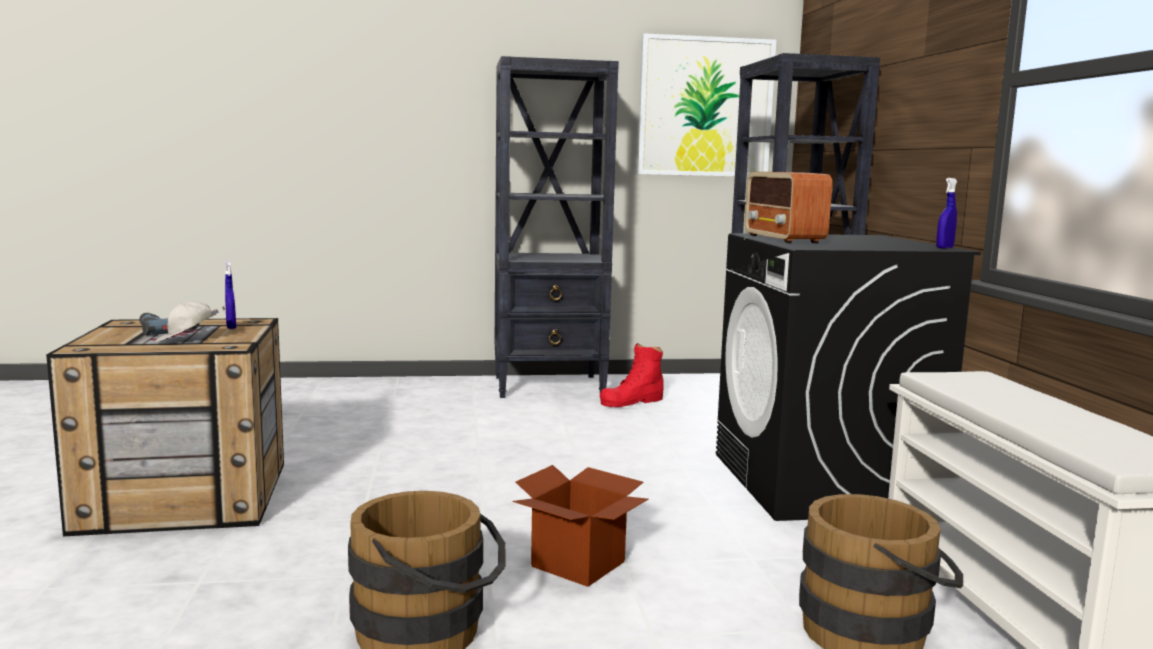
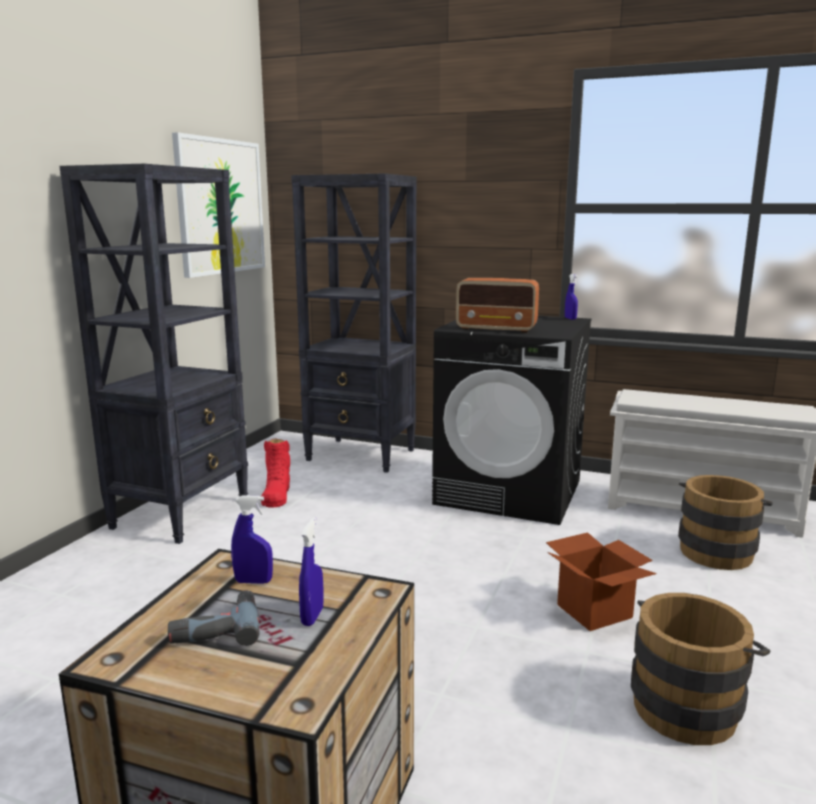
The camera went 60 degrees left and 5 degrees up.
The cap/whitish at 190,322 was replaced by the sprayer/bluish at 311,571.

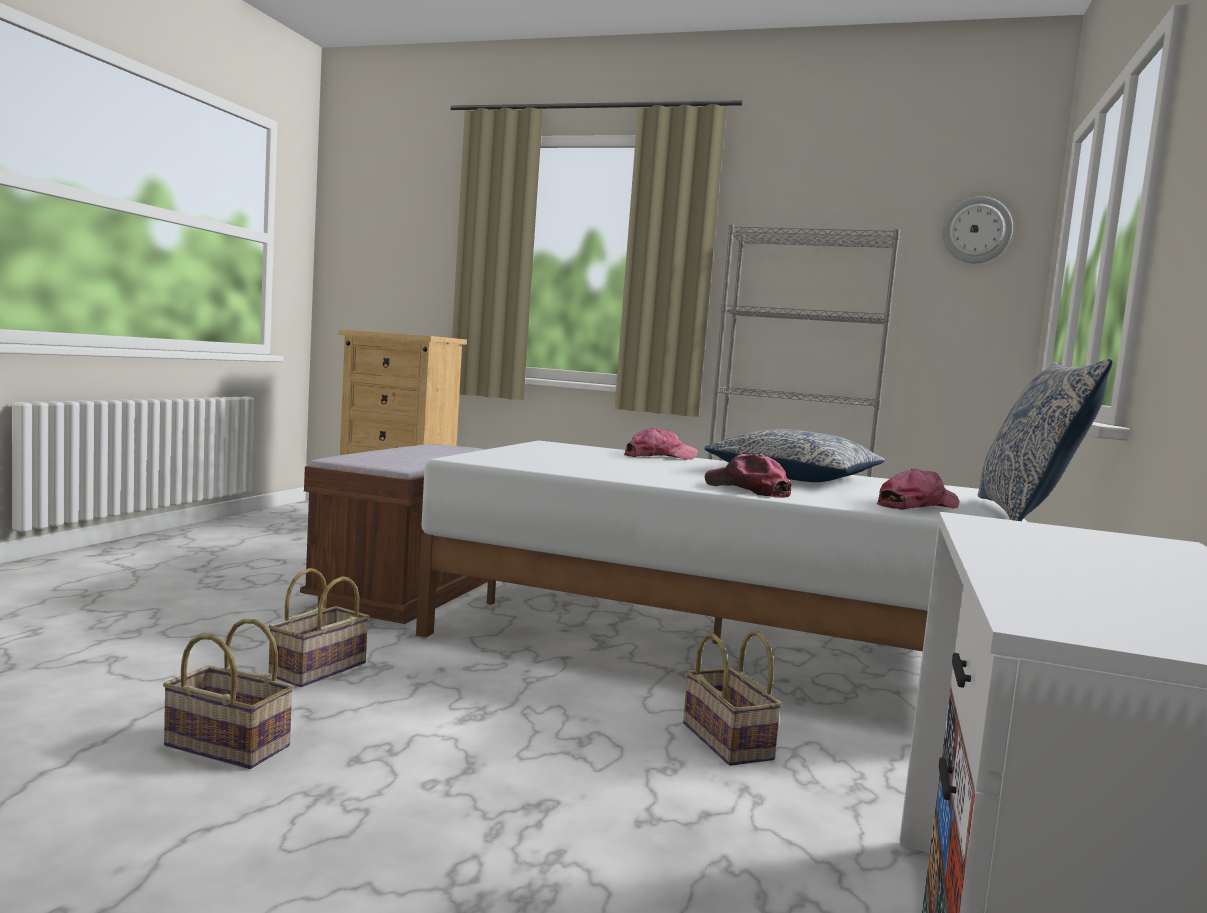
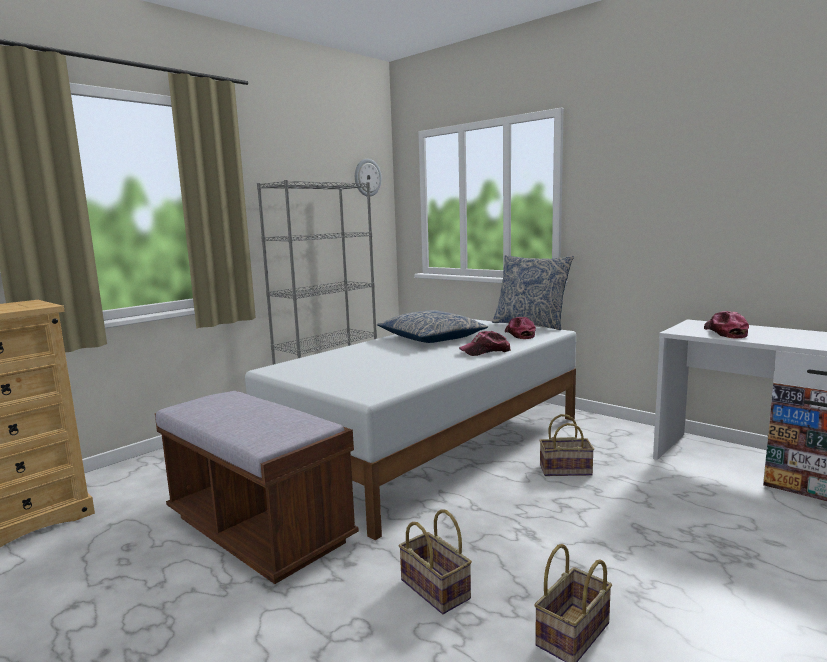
The camera went 65 degrees left and 5 degrees up.
The cap moved from 661,443 to 726,325.

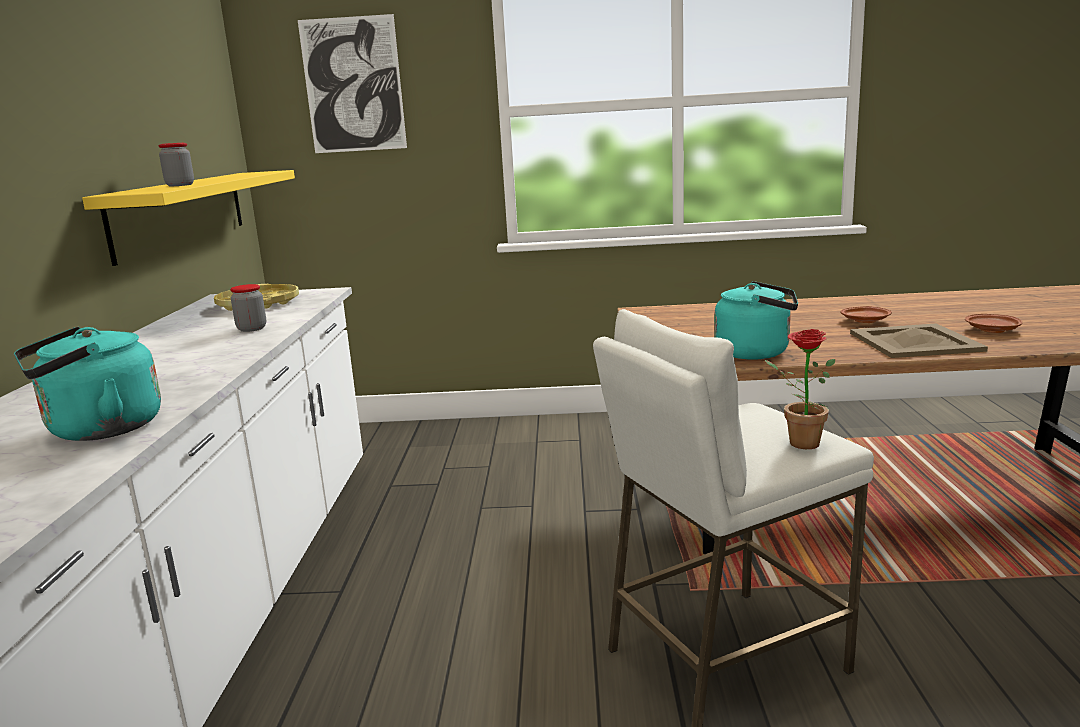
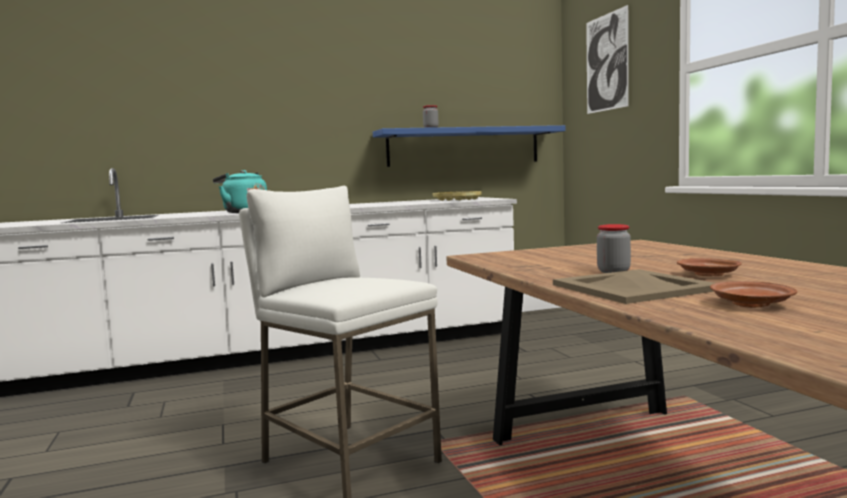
The camera went 70 degrees right and 10 degrees down.
The wall shelf/yellow-coloured at 188,218 became the wall shelf/bluish at 469,146.
The kettle/turquoise-coloured at 756,320 disappeared.
The storage jar moved from 248,308 to 614,248.
The potted plant at 800,389 disappeared.

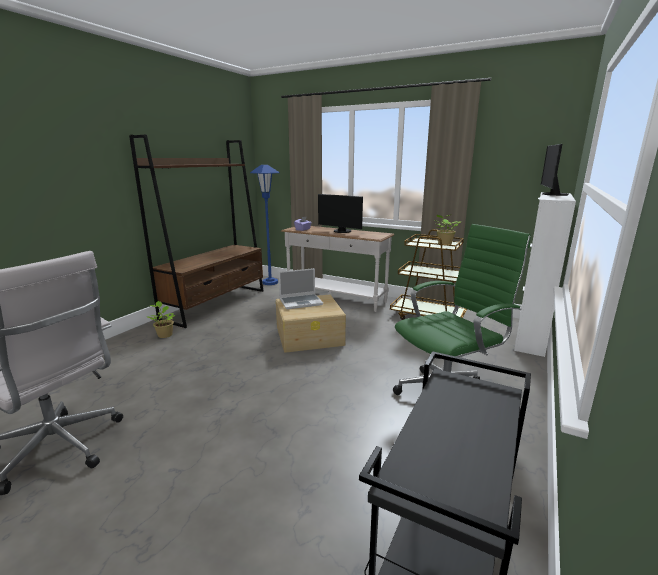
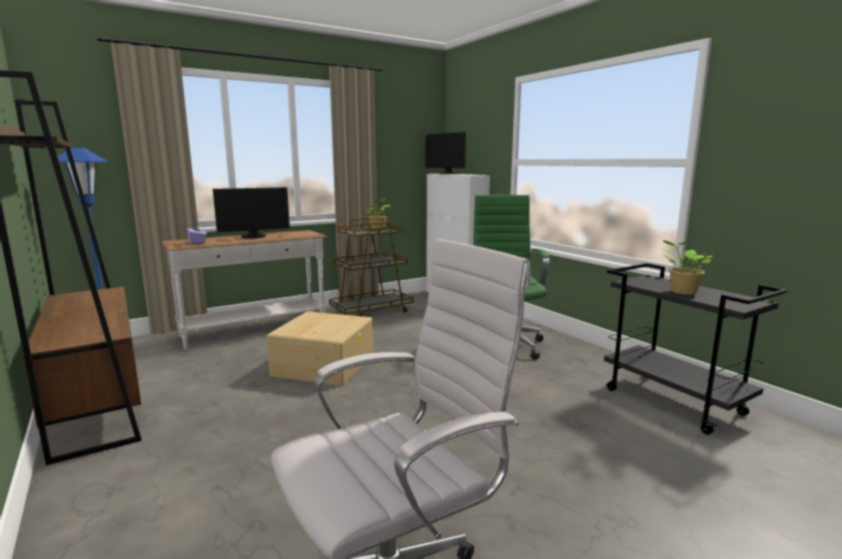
The camera went 60 degrees left and 5 degrees down.
The laptop at 301,288 disappeared.
The potted plant moved from 161,319 to 687,267.

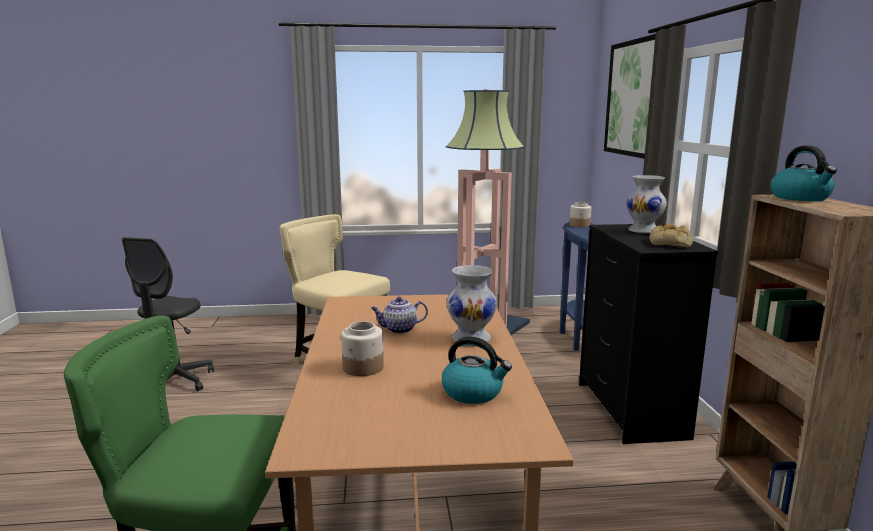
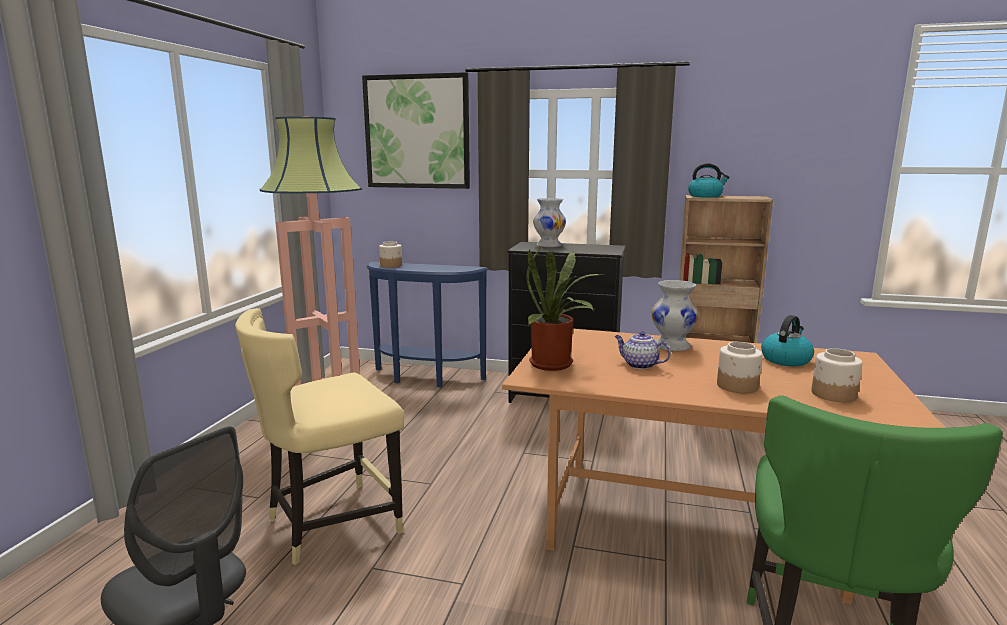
The camera went 70 degrees left and 0 degrees up.
The bread at 671,235 disappeared.
The teapot at 399,315 turned 120 degrees clockwise.
The potted plant at 565,308 appeared.
The storage jar at 837,375 appeared.

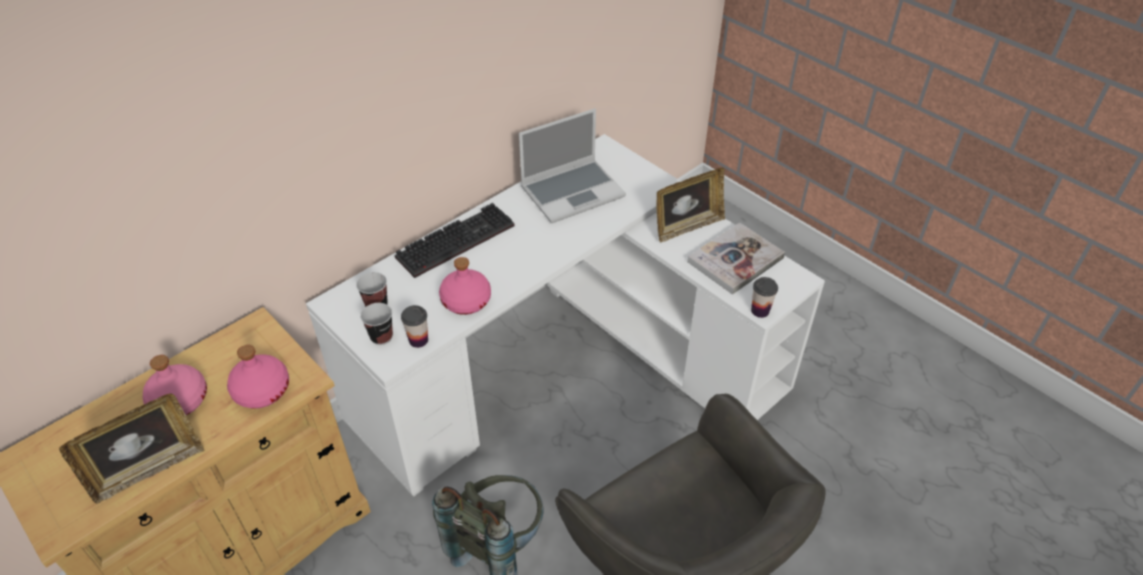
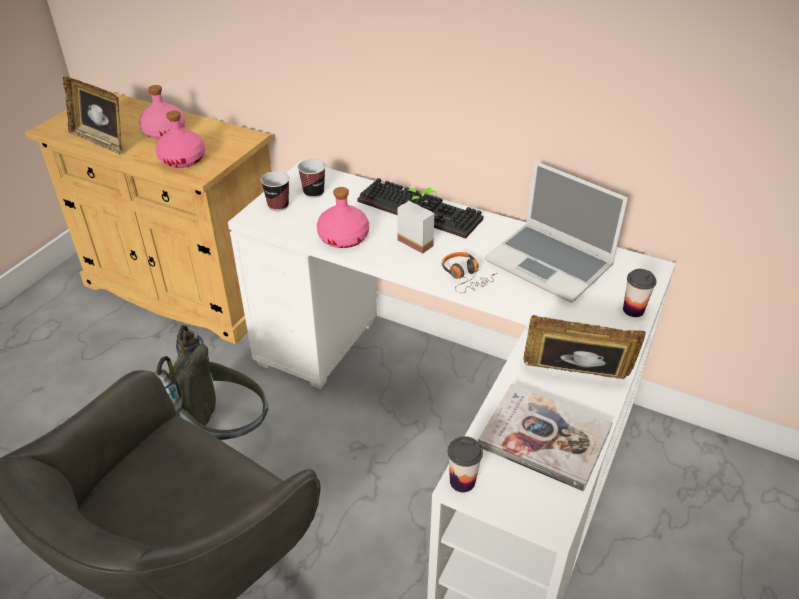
The camera went 70 degrees right and 5 degrees down.
The picture frame at 690,205 turned 150 degrees clockwise.
The cup moved from 414,326 to 640,293.
The potted plant at 416,221 appeared.
The headset at 469,272 appeared.

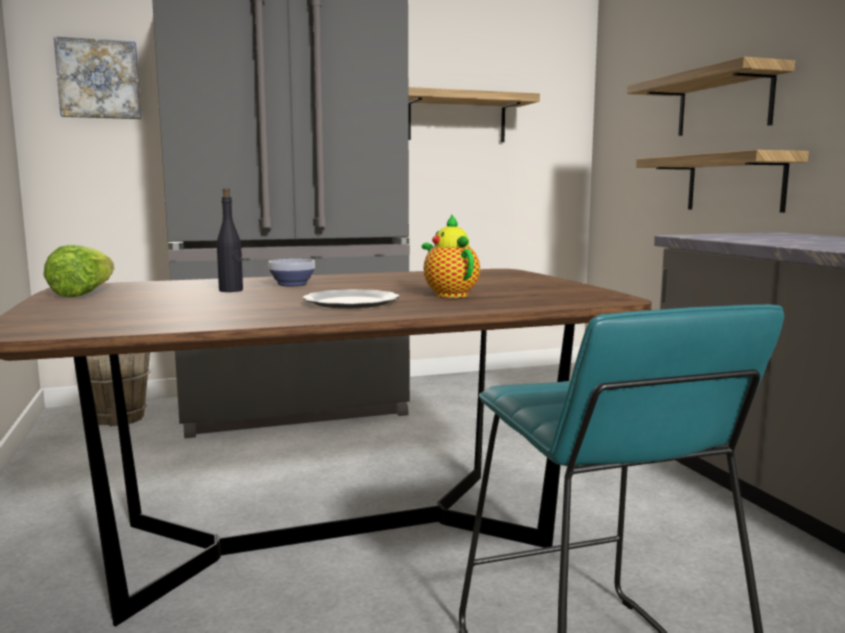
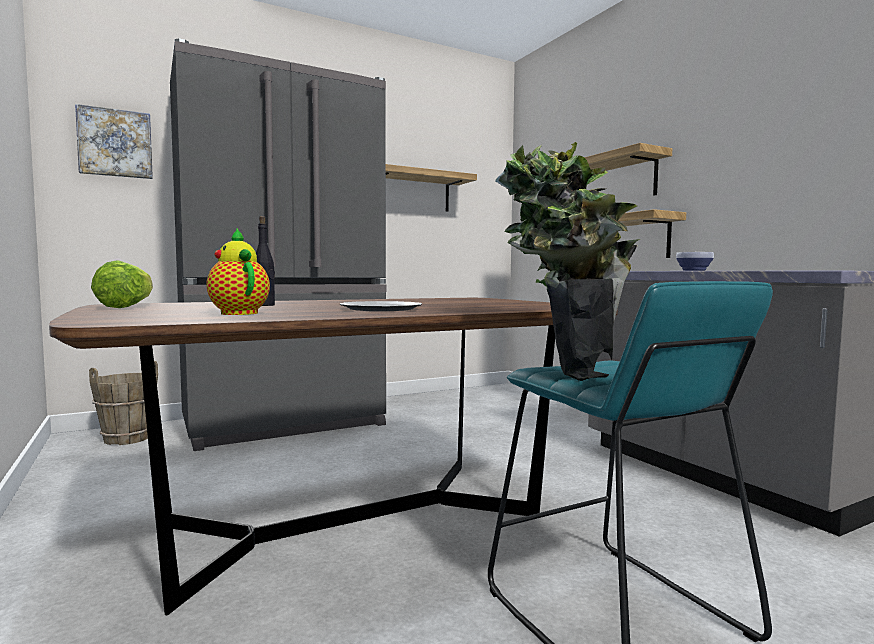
The camera went 10 degrees left and 5 degrees down.
The teapot moved from 451,256 to 238,272.
The bowl moved from 291,272 to 695,261.
The potted plant at 567,261 appeared.

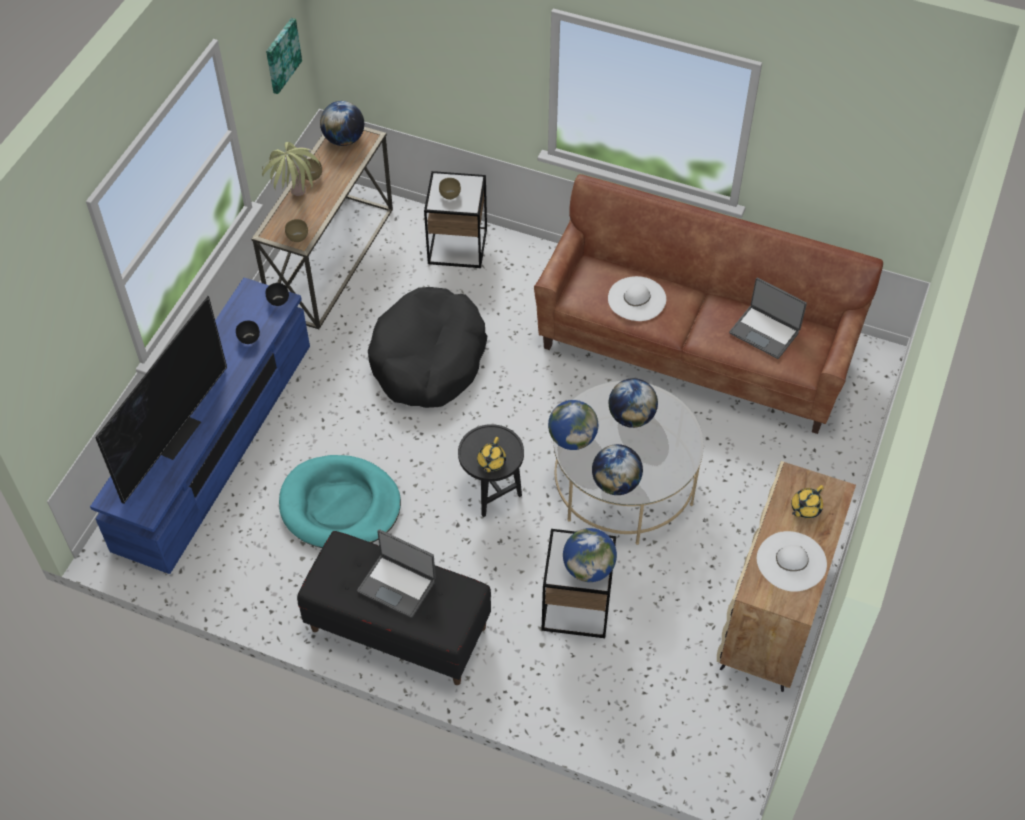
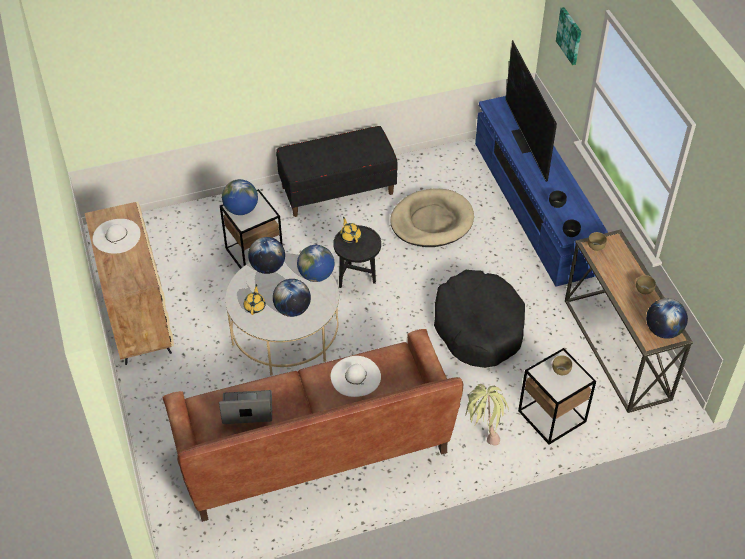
The camera went 140 degrees right and 5 degrees down.
The picture moved from 284,56 to 568,36.
The potted plant moved from 291,169 to 487,414.
The pet bed/turquoise-coloured at 340,501 became the pet bed/beige-coloured at 432,217.
The teapot/yellow-coloured moved from 807,501 to 255,299.
The laptop at 396,573 disappeared.

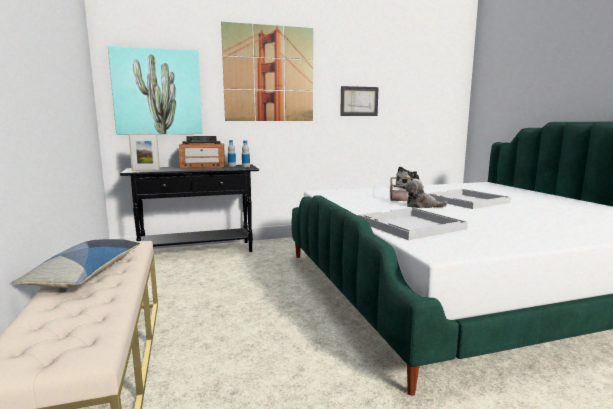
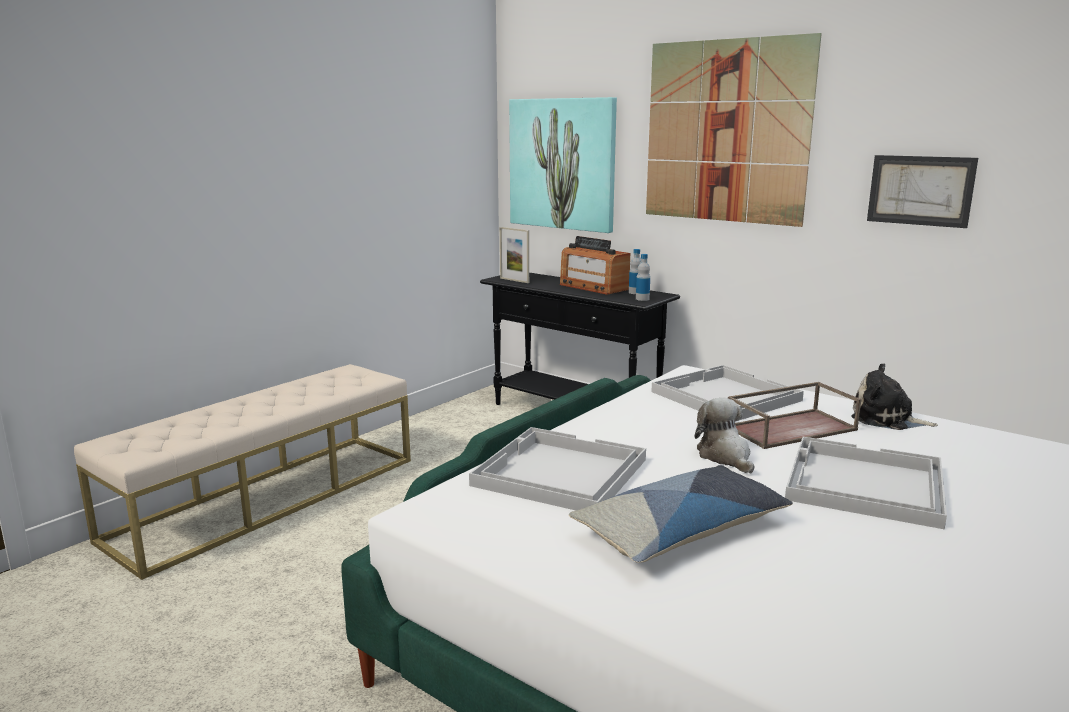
The camera went 55 degrees right and 5 degrees up.
The pillow moved from 76,263 to 681,514.
The carrying tray/whitish at 727,393 appeared.

